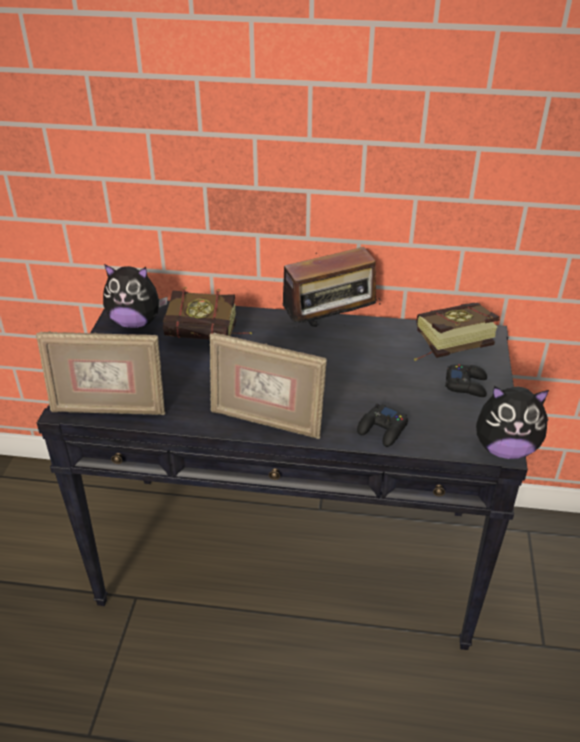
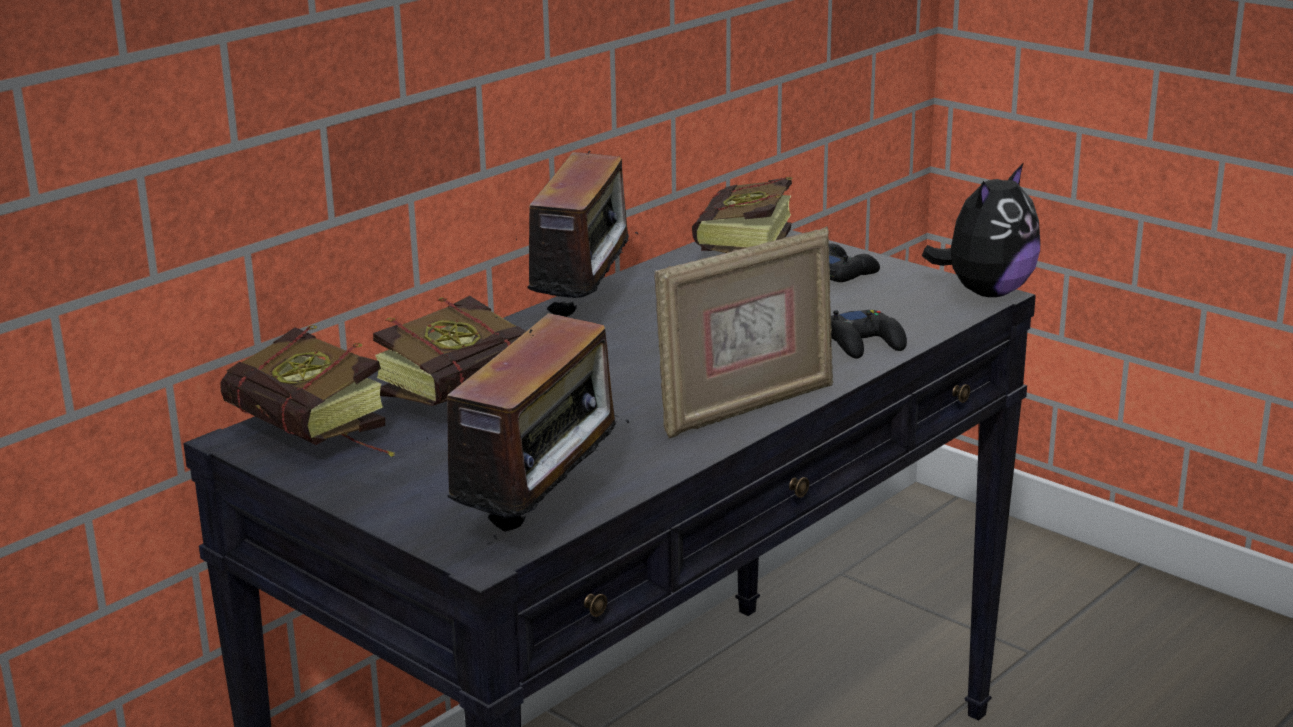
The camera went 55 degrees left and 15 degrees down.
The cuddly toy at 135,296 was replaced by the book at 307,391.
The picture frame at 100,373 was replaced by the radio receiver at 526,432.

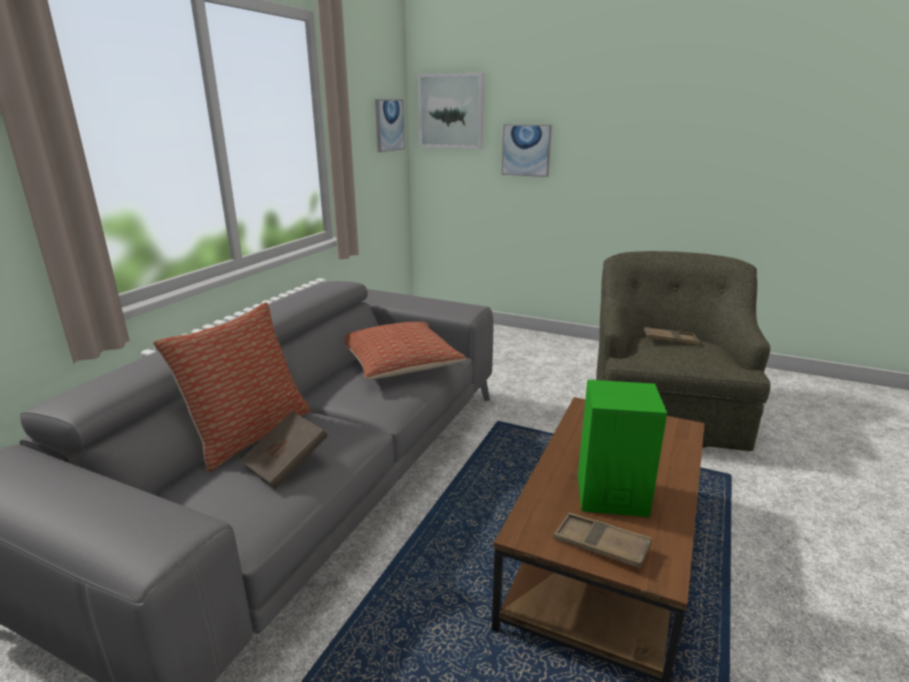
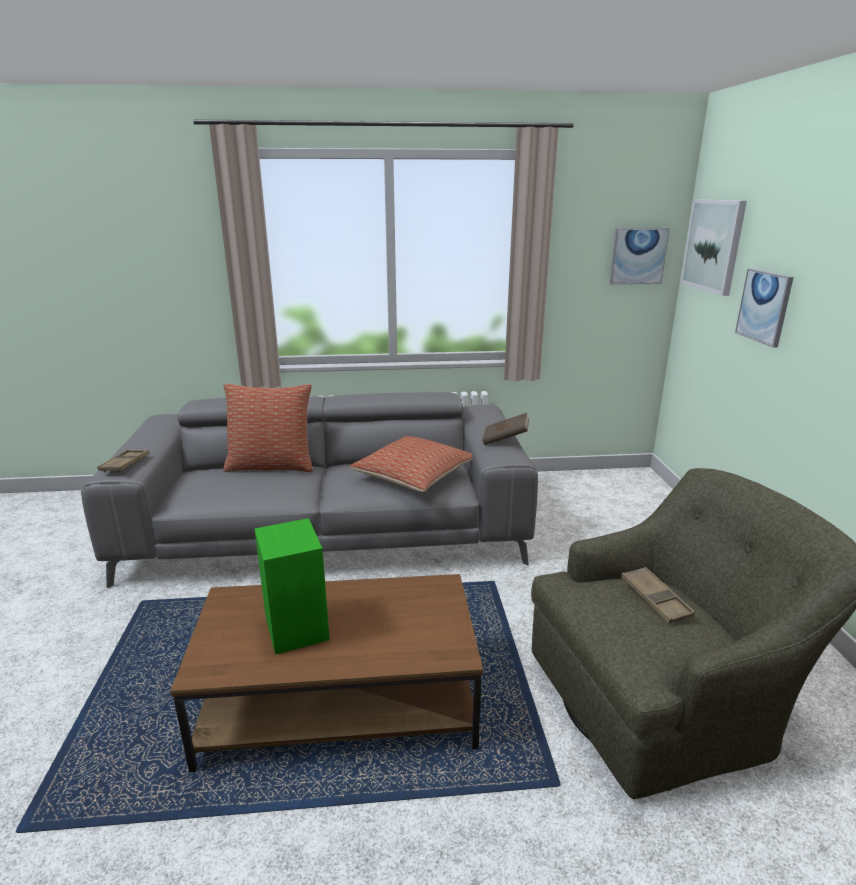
The camera went 60 degrees right and 0 degrees up.
The book/brown-coloured moved from 284,450 to 505,429.
The carrying tray/brown-coloured moved from 602,540 to 123,461.

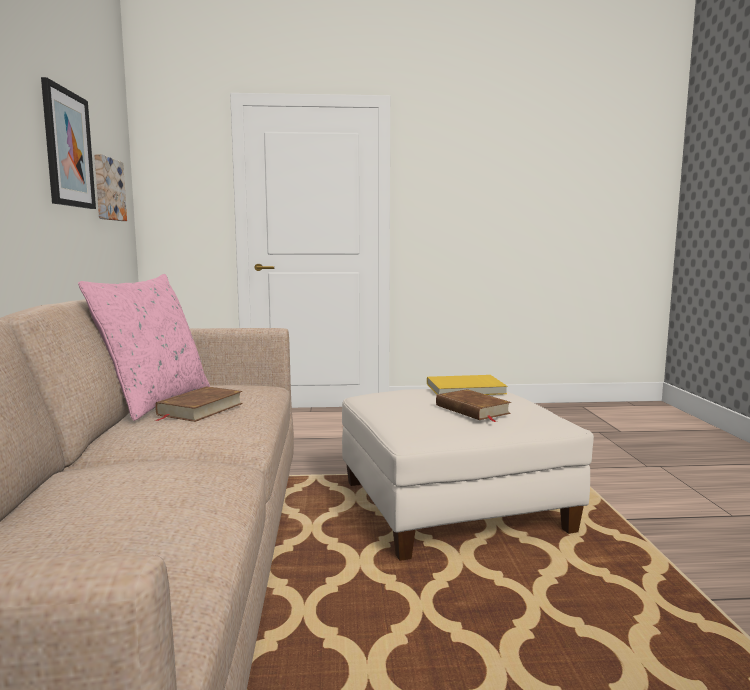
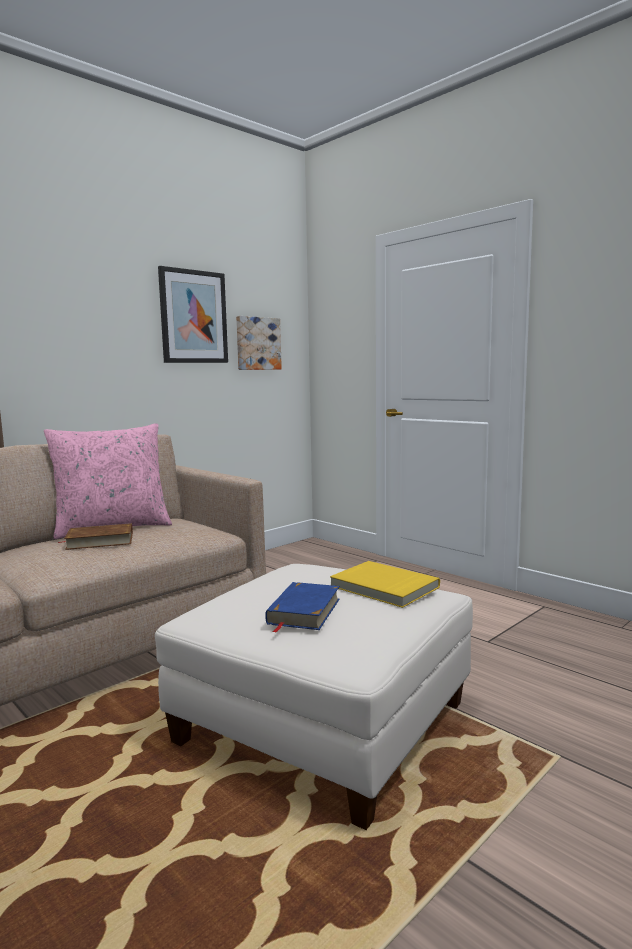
The camera went 50 degrees right and 0 degrees up.
The book/brown-coloured at 473,405 became the book/bluish at 302,607.

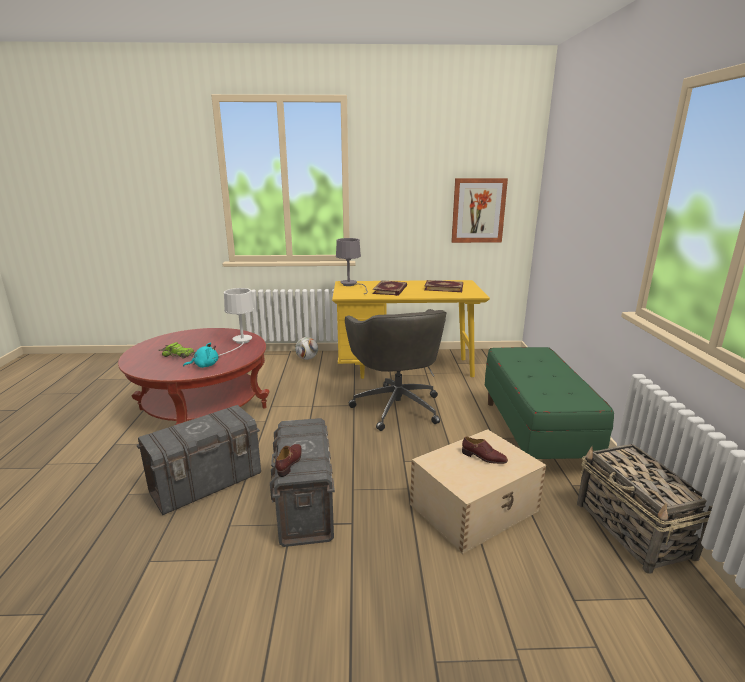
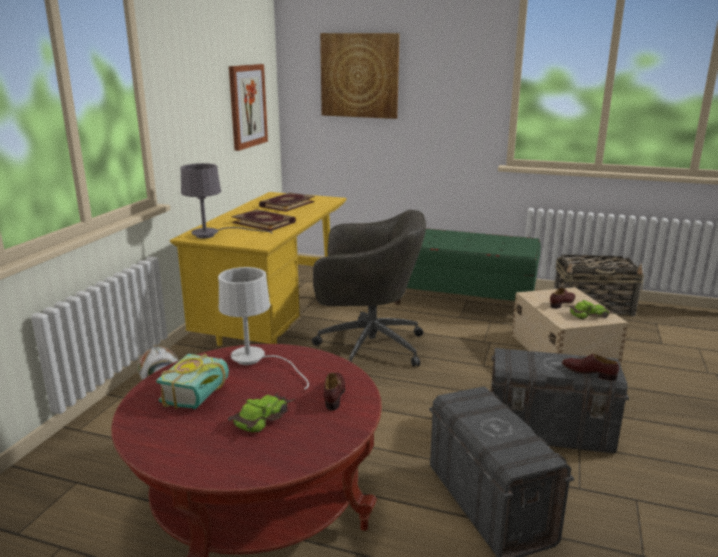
The camera went 70 degrees left and 0 degrees up.
The cuddly toy/turquoise-coloured at 201,355 was replaced by the shoe/brown-coloured at 334,391.
The picture at 360,76 appeared.
The miniature car at 592,310 appeared.
The book at 192,381 appeared.

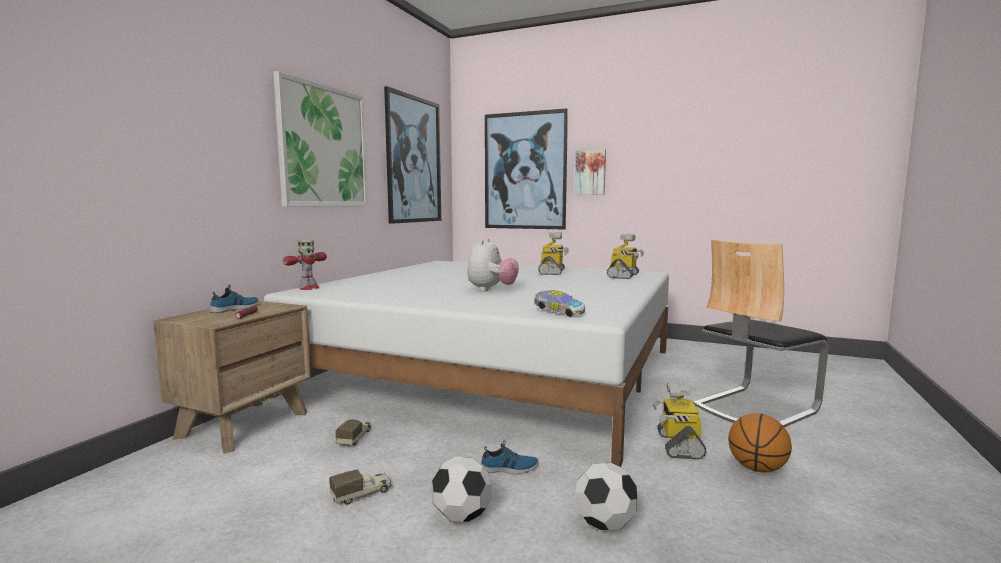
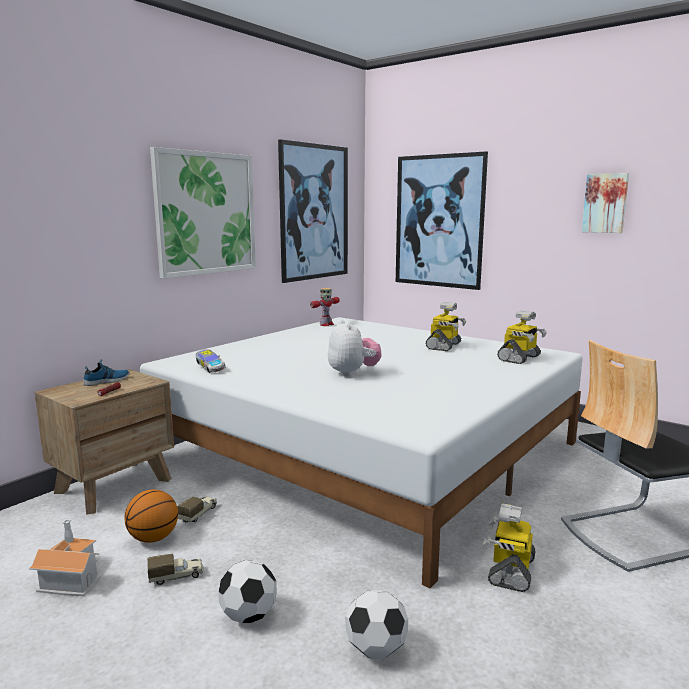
The camera went 15 degrees right and 5 degrees up.
The picture moved from 590,172 to 605,203.
The cuddly toy at 493,264 turned 45 degrees counterclockwise.
The toy robot moved from 305,265 to 325,307.
The miniature car moved from 559,303 to 210,361.
The basketball ball moved from 760,443 to 151,516.
The shoe at 509,457 disappeared.
The toy house at 65,558 appeared.

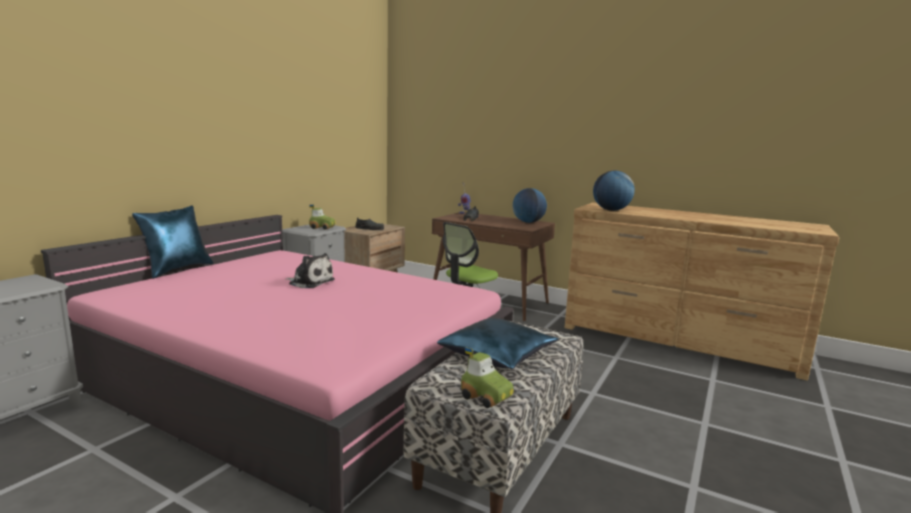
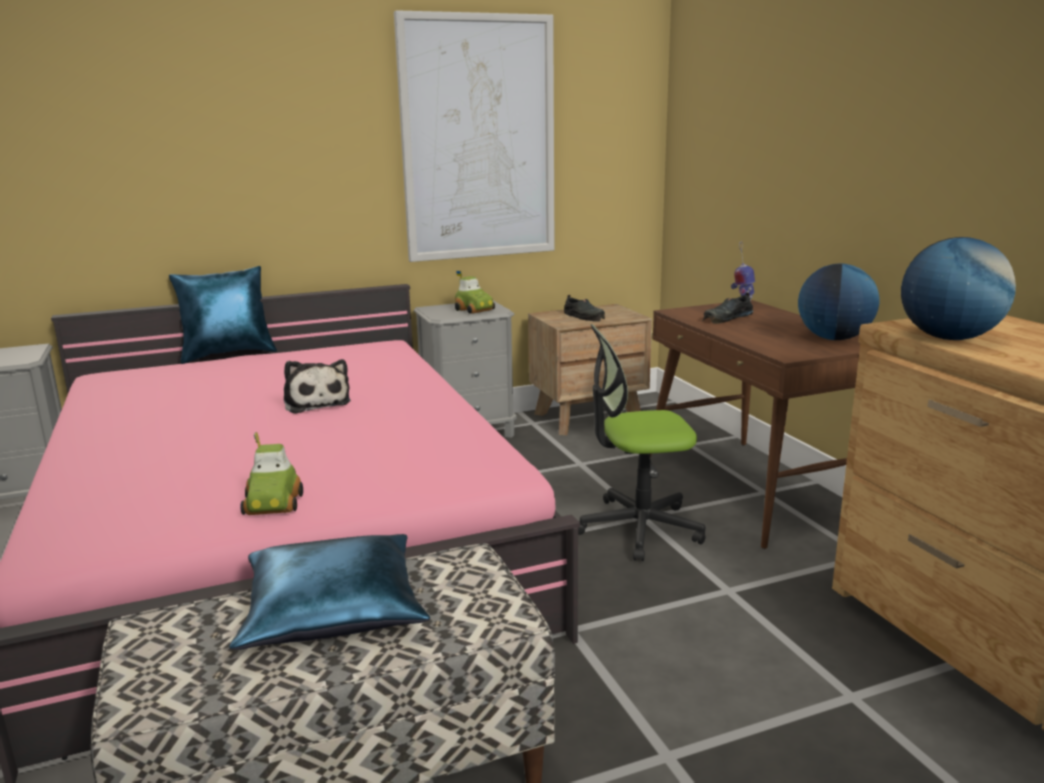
The camera went 40 degrees right and 5 degrees up.
The miniature car moved from 487,377 to 271,473.
The picture at 474,136 appeared.

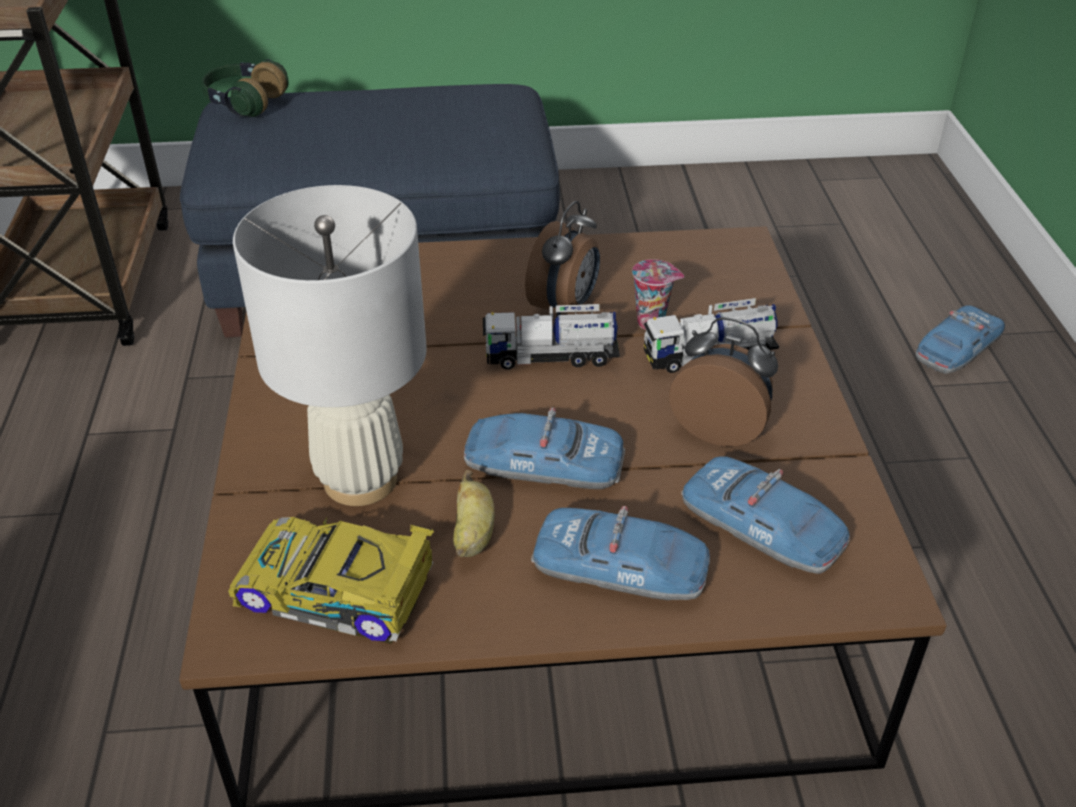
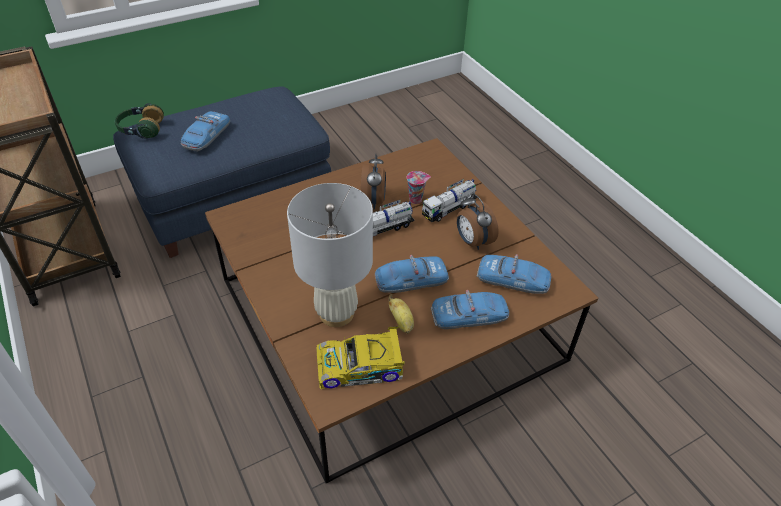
The camera went 25 degrees left and 5 degrees up.
The miniature car moved from 960,339 to 205,131.
The bedside clock at 723,381 turned 120 degrees counterclockwise.

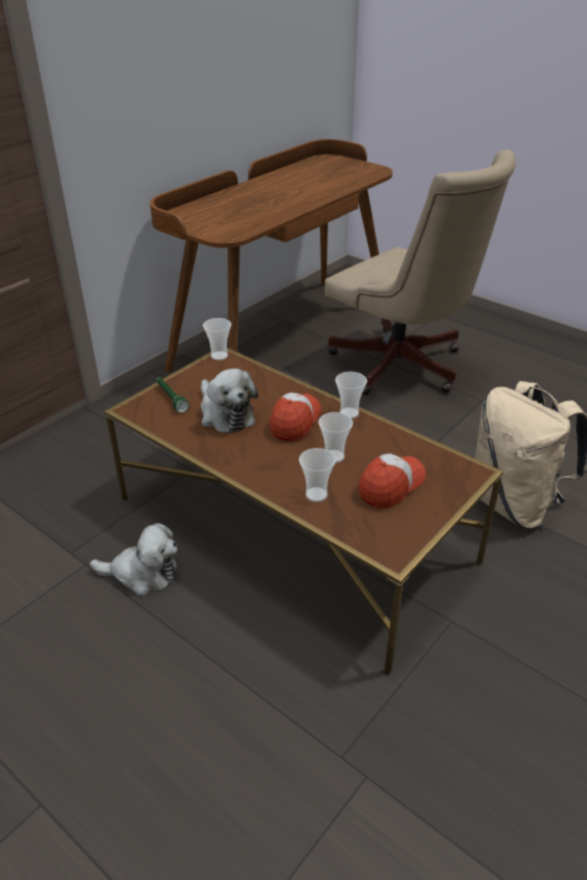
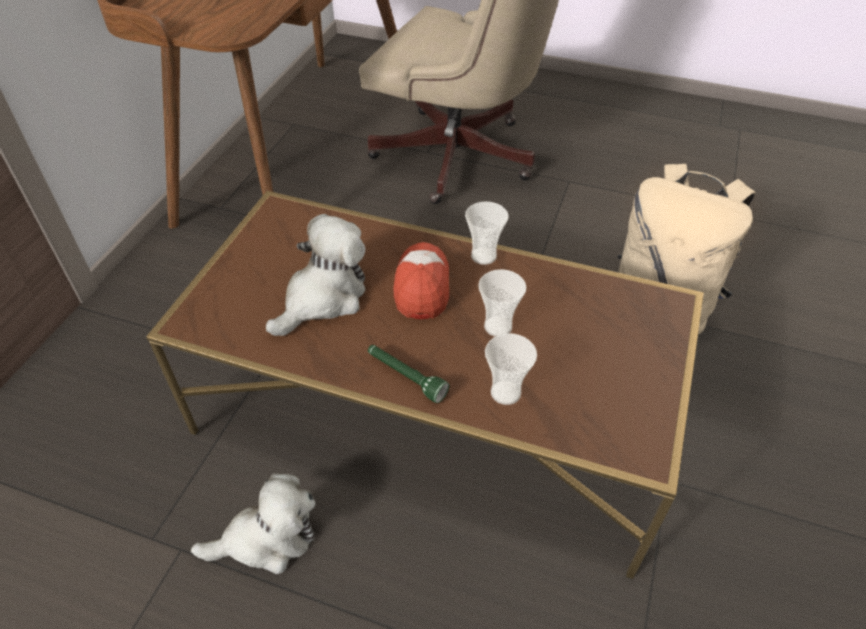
The camera went 20 degrees left and 10 degrees up.
The cup at 217,339 disappeared.
The cuddly toy at 229,400 turned 90 degrees counterclockwise.
The hand torch/greenish moved from 172,395 to 408,374.
The cap at 392,481 disappeared.

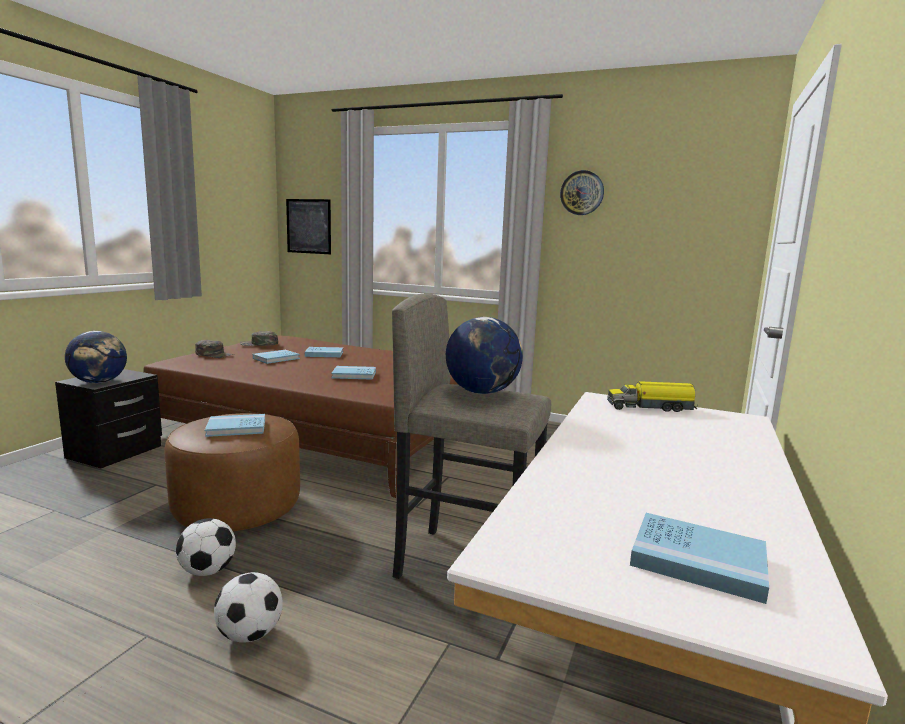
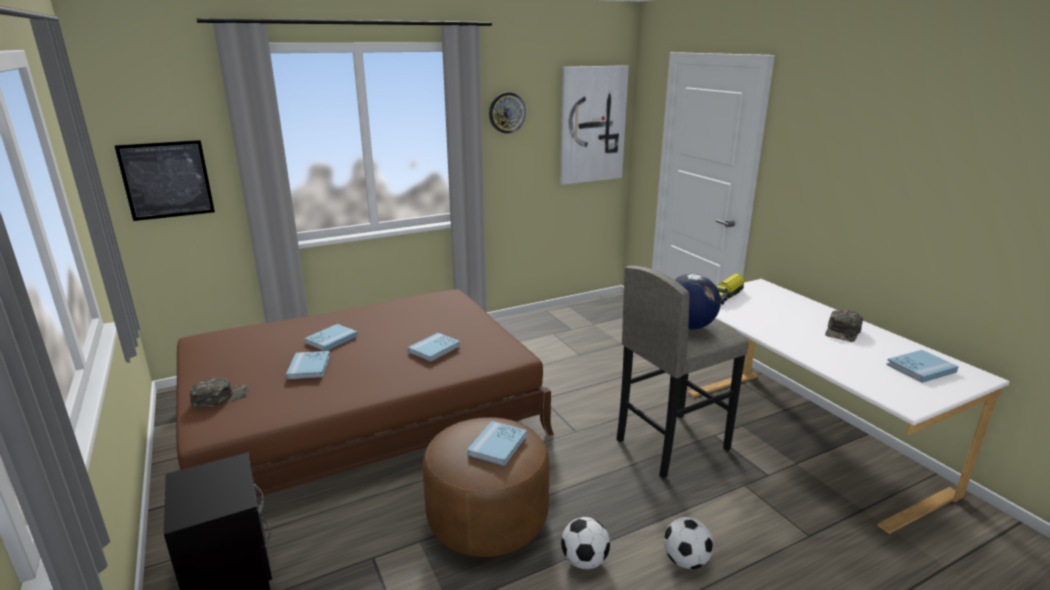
The camera went 50 degrees left and 10 degrees up.
The desk globe at 96,357 disappeared.
The cap/greenish moved from 259,338 to 844,325.
The picture at 594,125 appeared.

